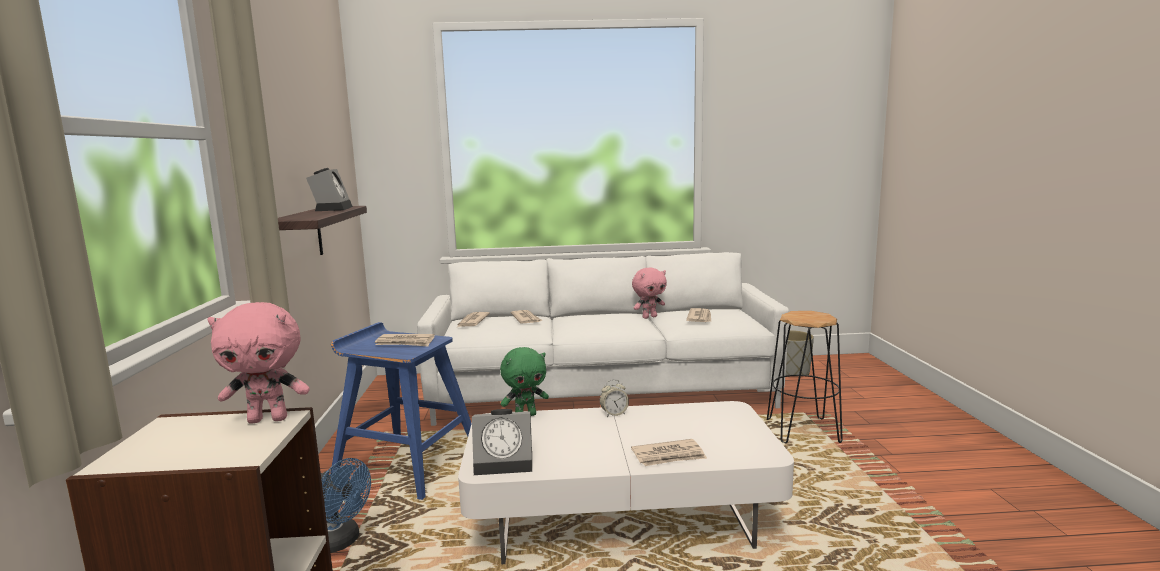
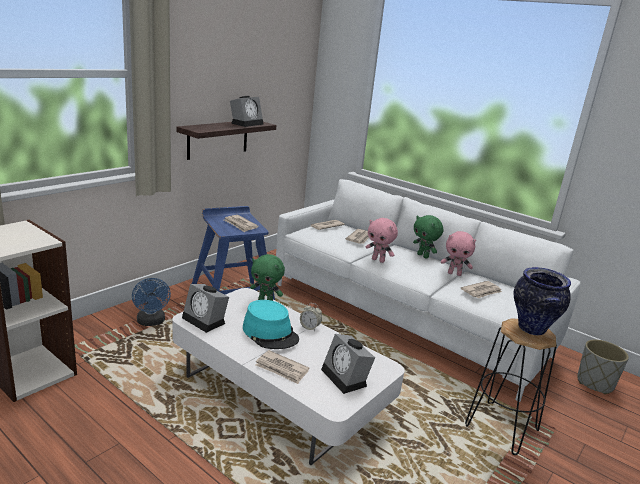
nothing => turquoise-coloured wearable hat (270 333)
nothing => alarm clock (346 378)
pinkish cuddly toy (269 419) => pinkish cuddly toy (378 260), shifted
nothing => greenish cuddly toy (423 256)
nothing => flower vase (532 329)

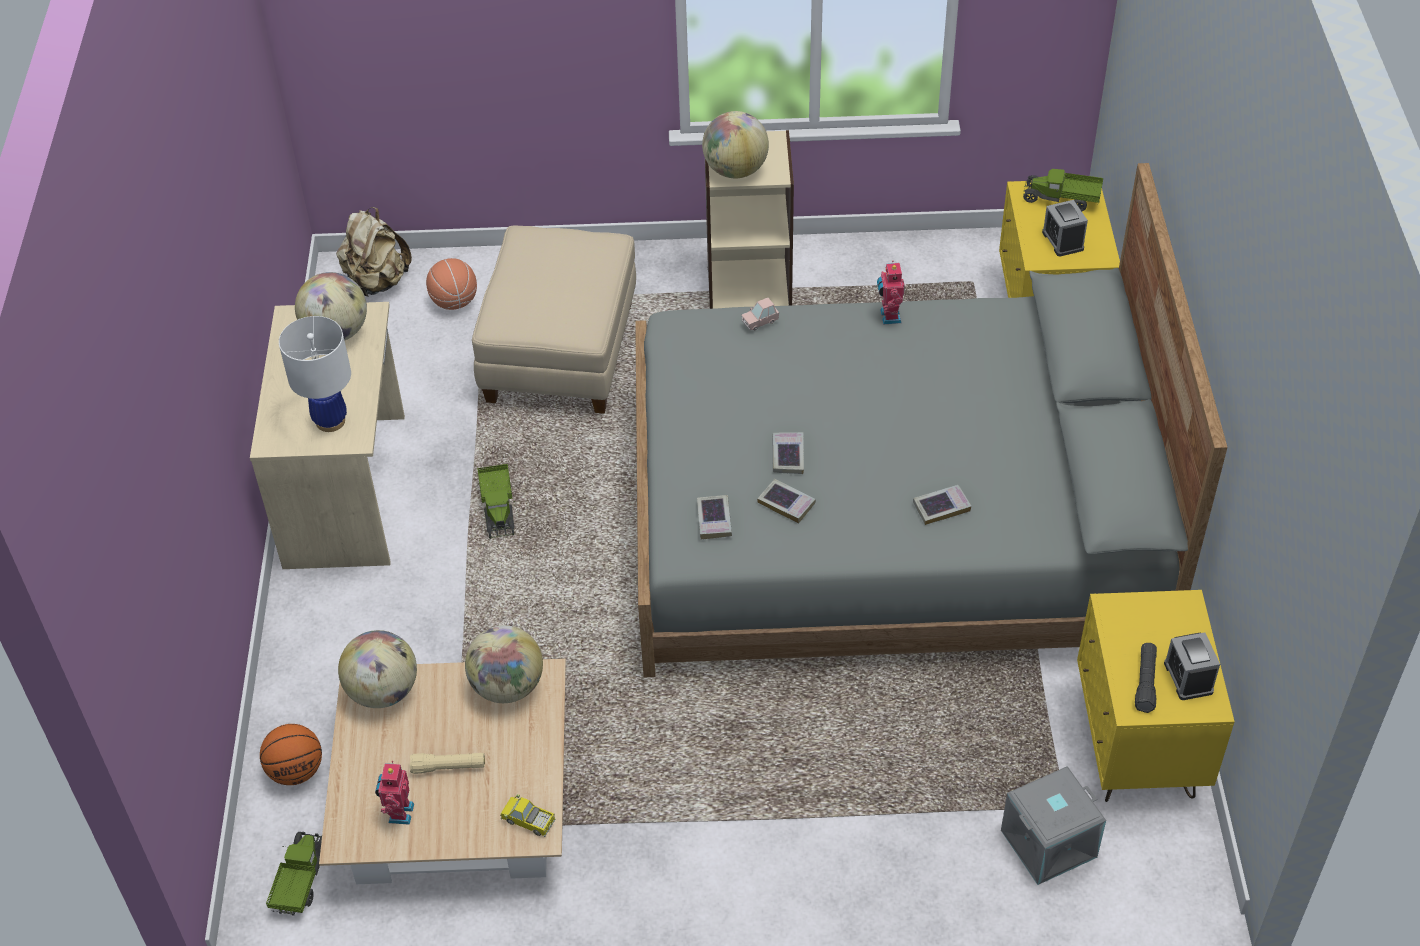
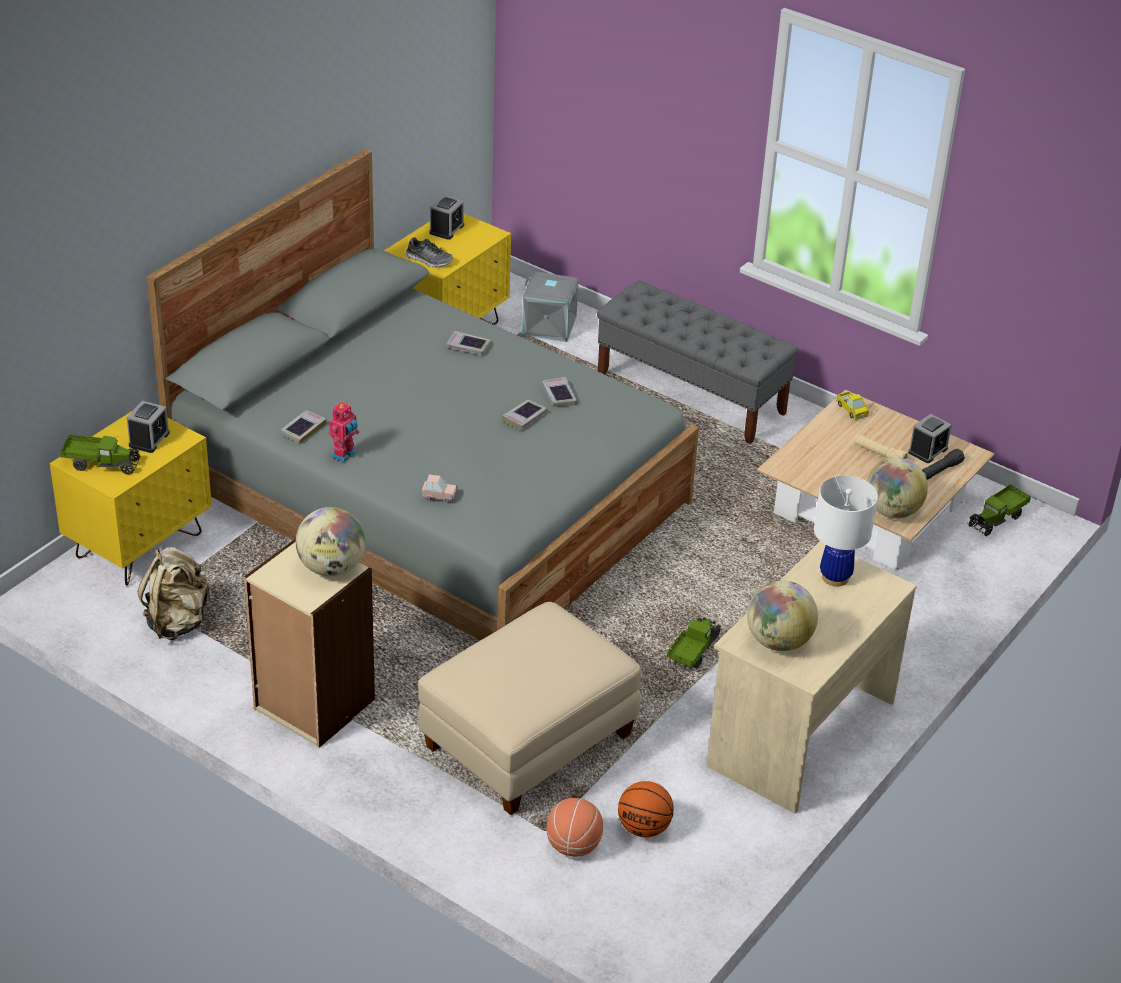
toy truck (1061 200) => toy truck (101 464), 45 degrees counterclockwise
beige rucksack (377 281) => beige rucksack (177 622), shifted
book (714 520) => book (303 429), shifted
nothing => low shoe (429 260)
nothing => gray long seat (691 394)
basketball (296 771) => basketball (644 828), shifted
toy robot (399 813) => alarm clock (928 450)
blackish flashlight (1145 682) => blackish flashlight (940 471), shifted
world globe (507 687) => nothing

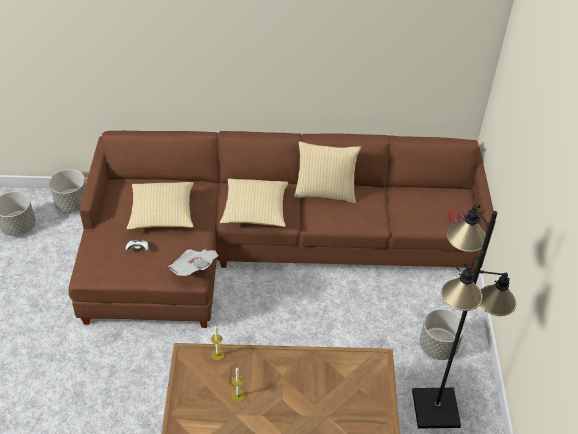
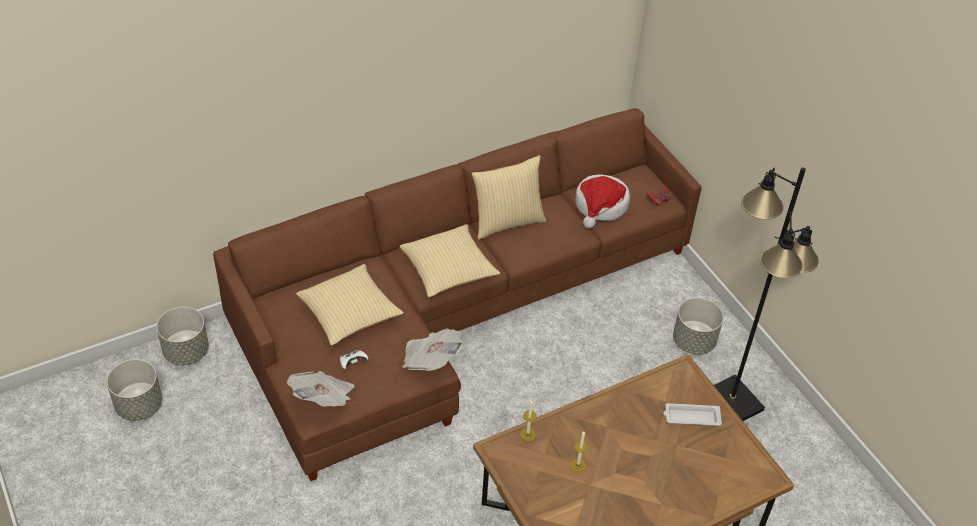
nothing => newspaper (323 398)
nothing => wearable hat (600 206)
nothing => white-coloured carrying tray (691 417)

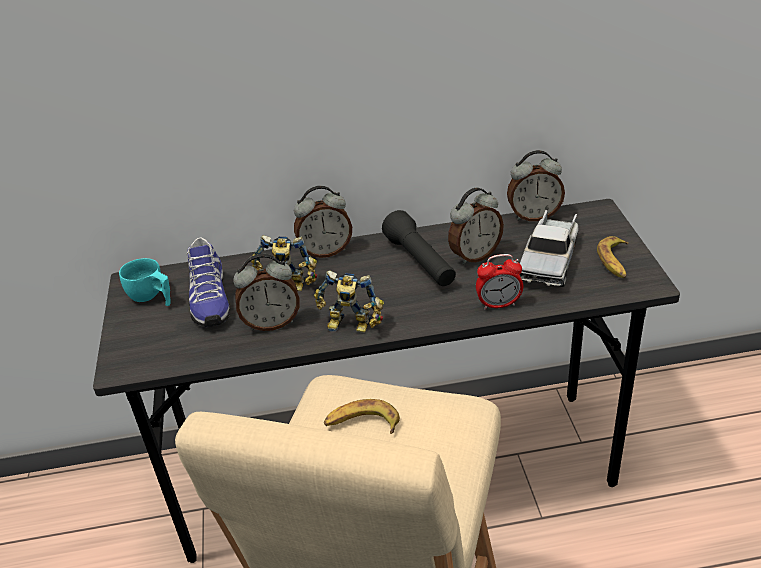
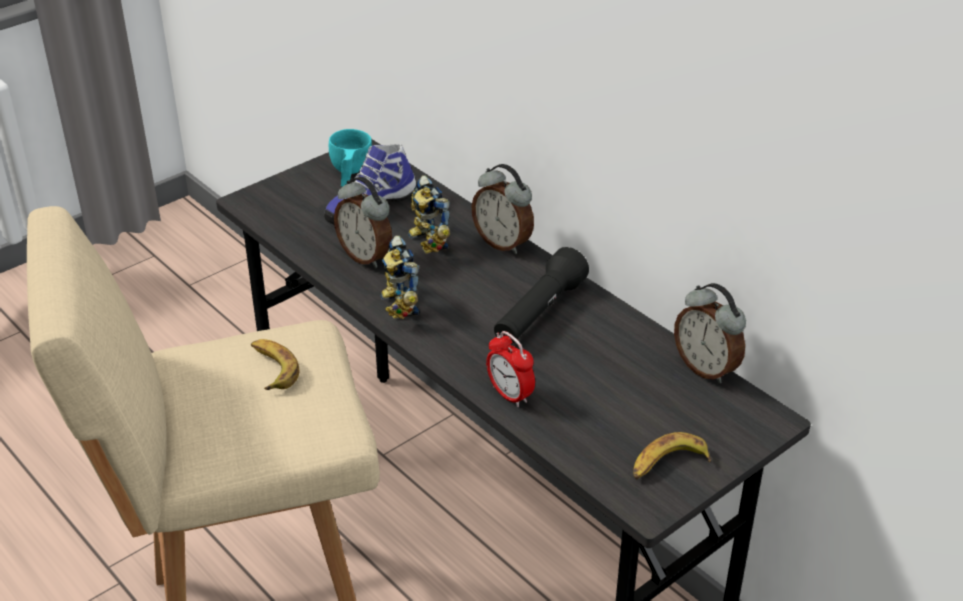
alarm clock (474 255) => nothing
toy truck (549 260) => nothing

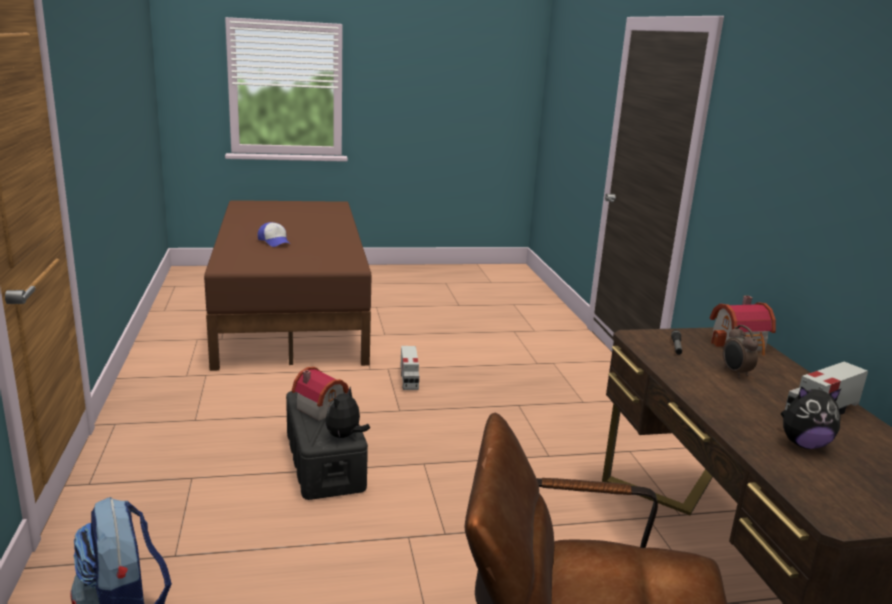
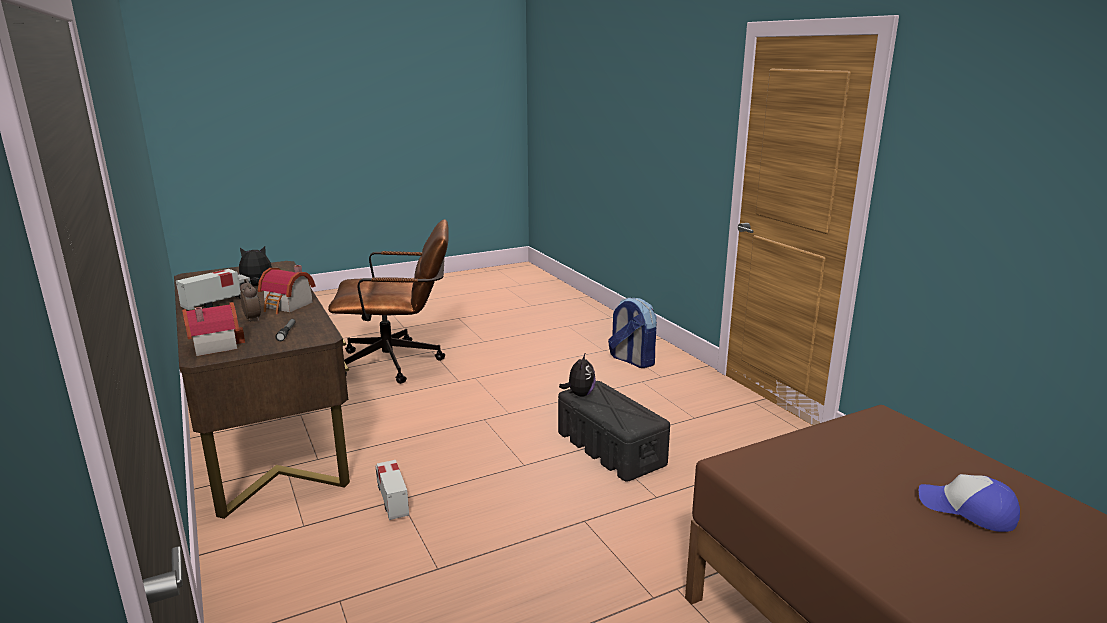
toy house (322 407) => toy house (288 306), shifted
toy truck (409 380) => toy truck (392 500), shifted

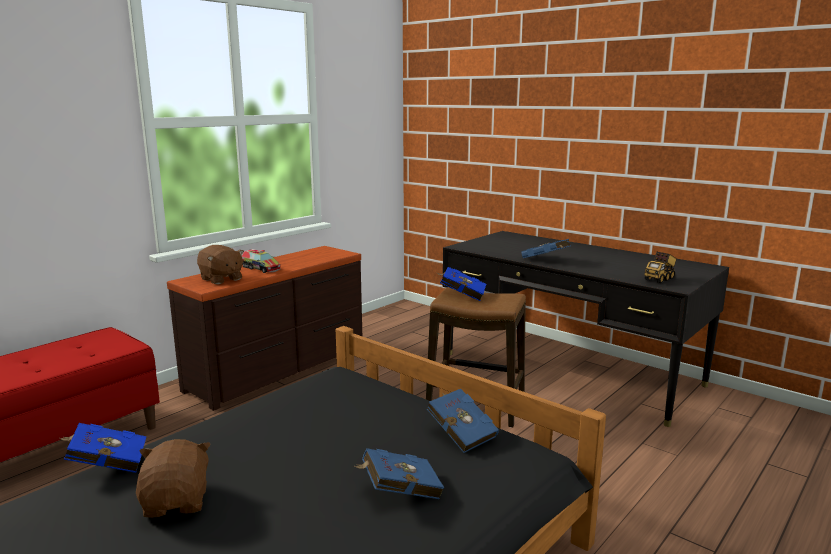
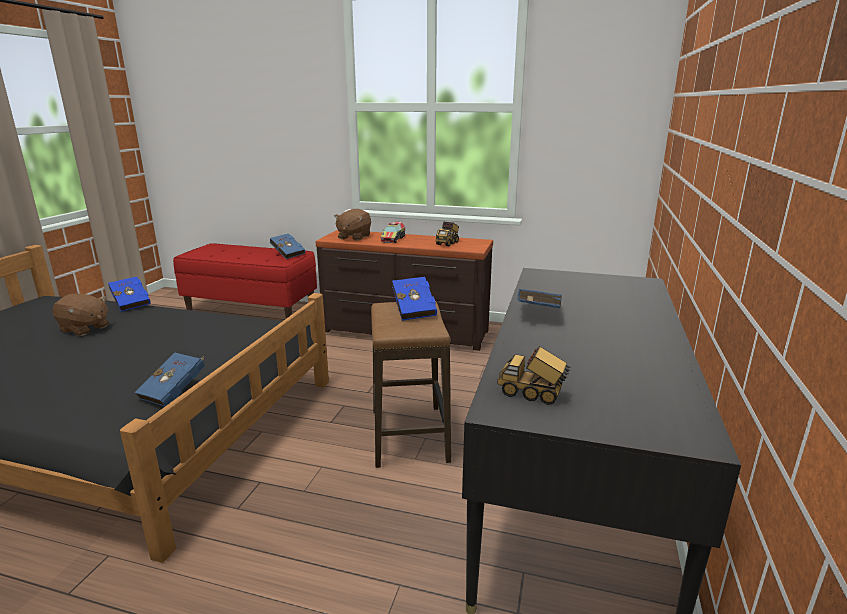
brown cuddly toy (177 502) => brown cuddly toy (84 329), 60 degrees clockwise
bluish book (398 491) => bluish book (287 254), shifted
nothing => toy truck (447 243)

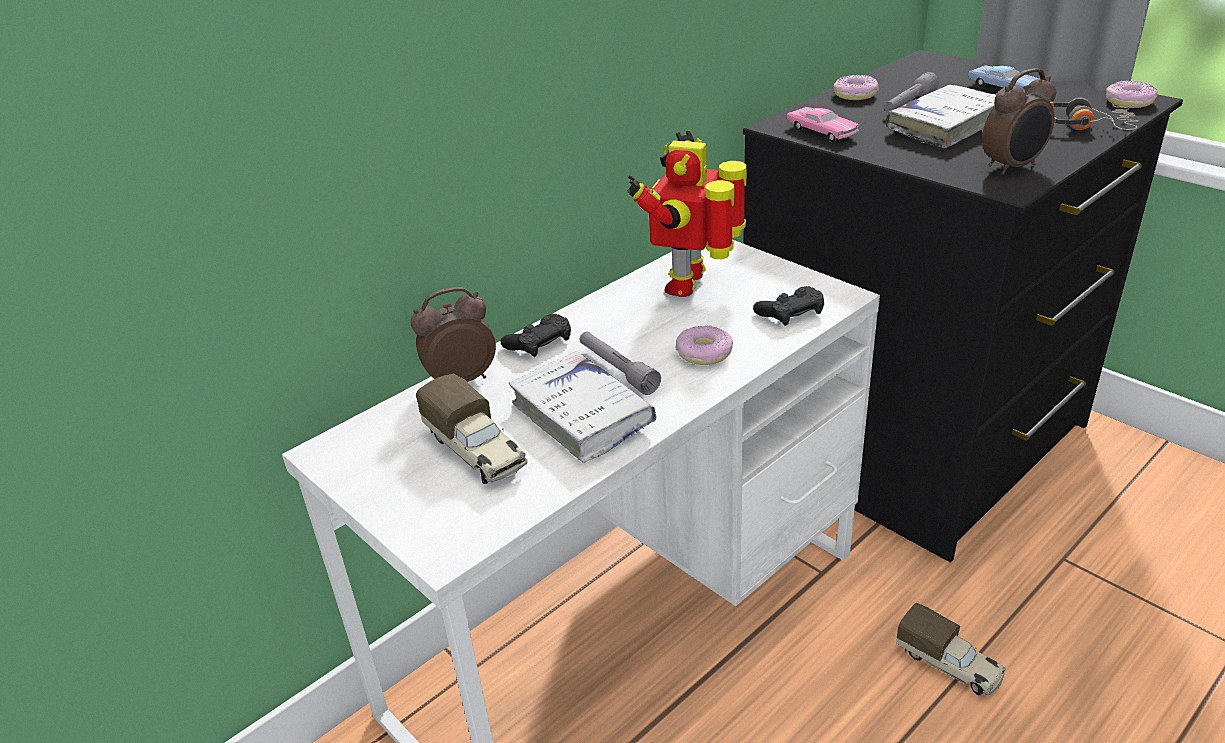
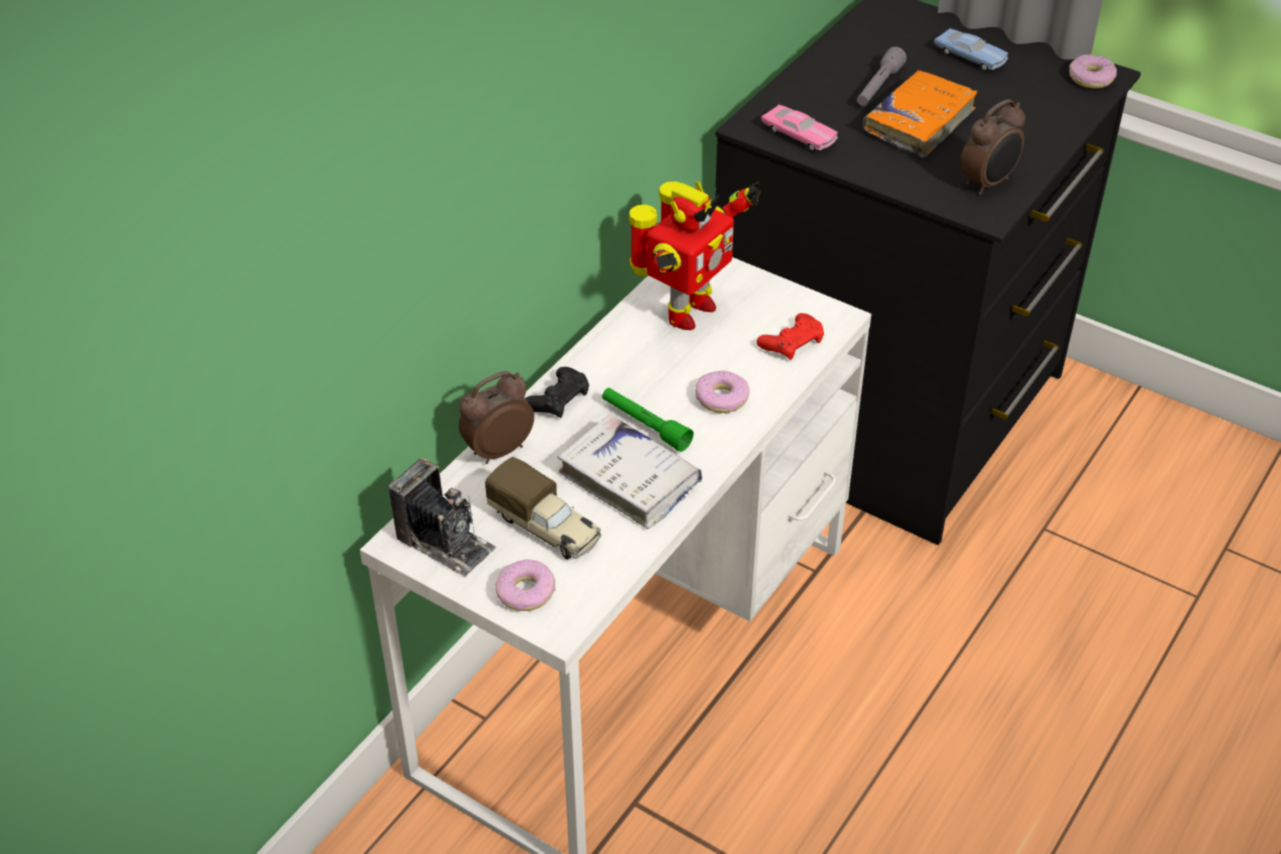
nothing => still camera (445 542)
donut (855 95) => donut (526 592), shifted
gray flashlight (617 370) => greenish flashlight (645 425)
toy robot (691 283) => toy robot (685 312), 150 degrees counterclockwise
blackish joypad (790 312) => red-coloured joypad (792 342)
white-coloured book (945 126) => orange-coloured book (919 122)
toy truck (949 665) => nothing
headset (1084 126) => nothing

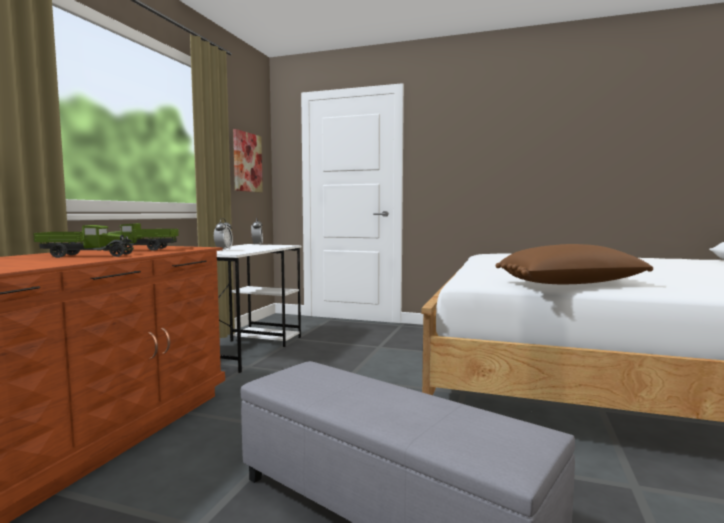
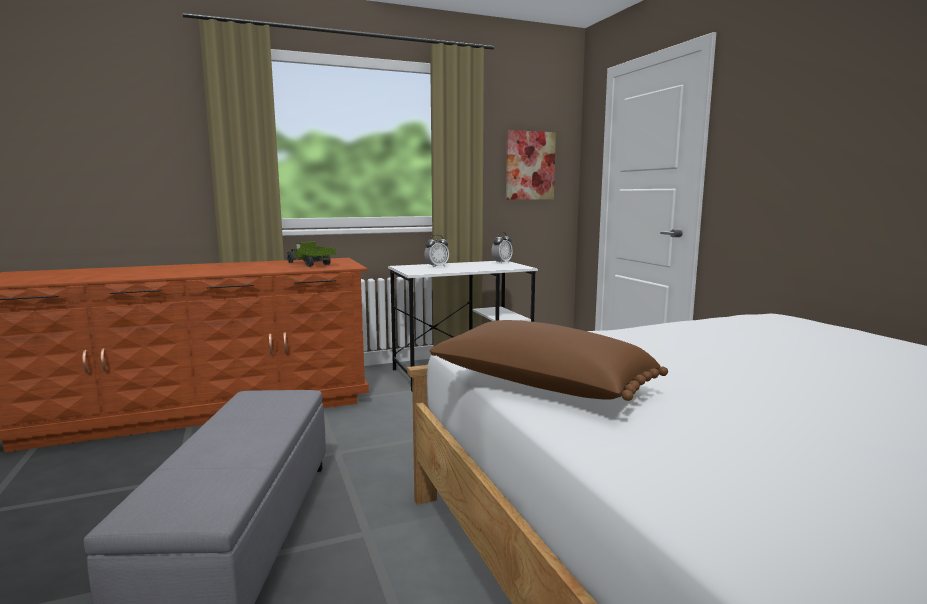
toy truck (86 255) => nothing

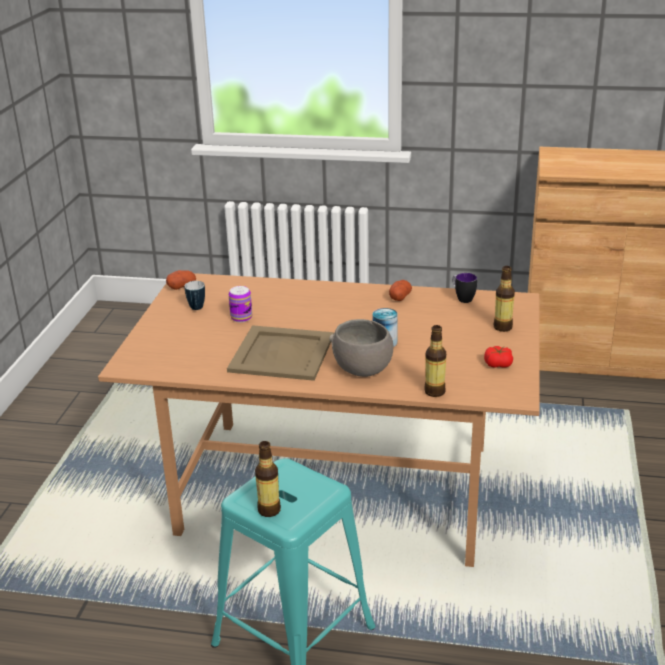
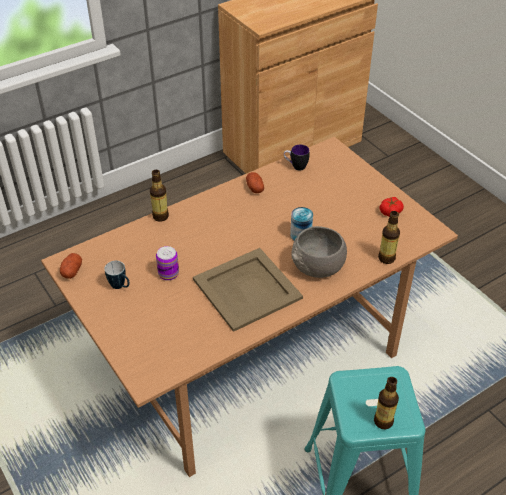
beverage bottle (502 327) => beverage bottle (160 216), shifted

